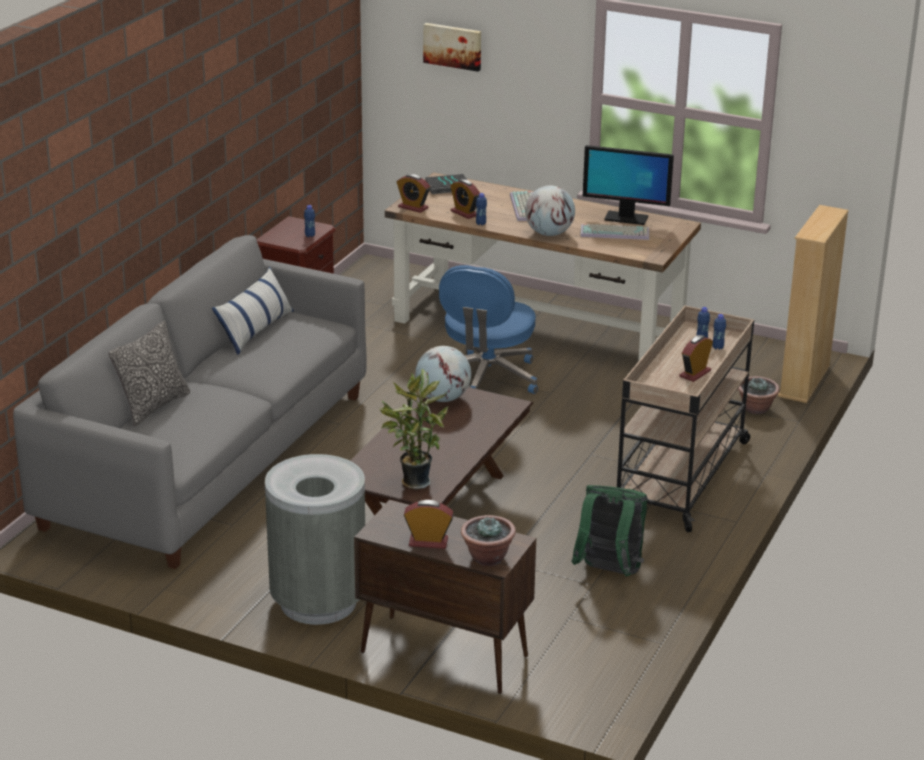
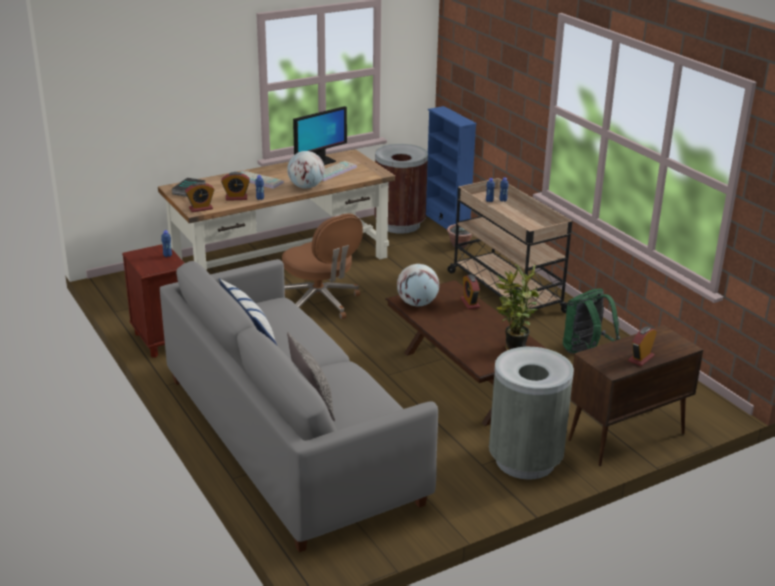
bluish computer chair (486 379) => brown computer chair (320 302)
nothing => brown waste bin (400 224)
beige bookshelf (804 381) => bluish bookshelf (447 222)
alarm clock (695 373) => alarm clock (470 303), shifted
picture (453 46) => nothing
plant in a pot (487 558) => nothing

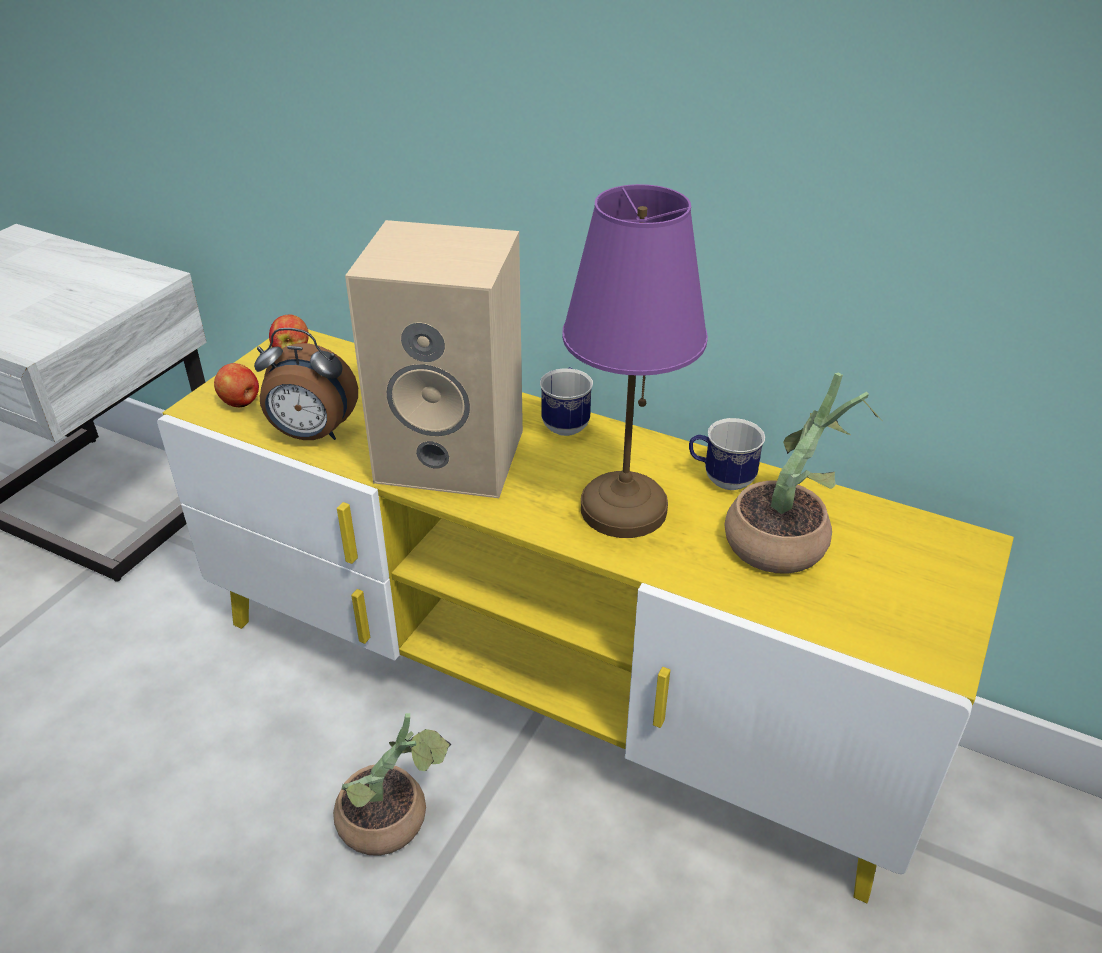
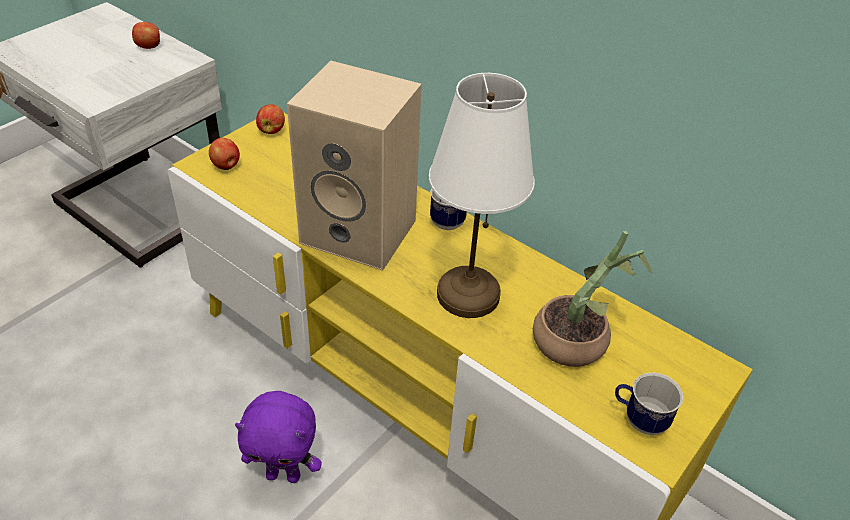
nothing => apple fruit (149 47)
plant in a pot (394 821) => purple-coloured cuddly toy (284 474)
purple-coloured tabletop lamp (623 510) => white-coloured tabletop lamp (467 295)
coffee mug (721 479) => coffee mug (639 420), shifted
alarm clock (312 435) => nothing

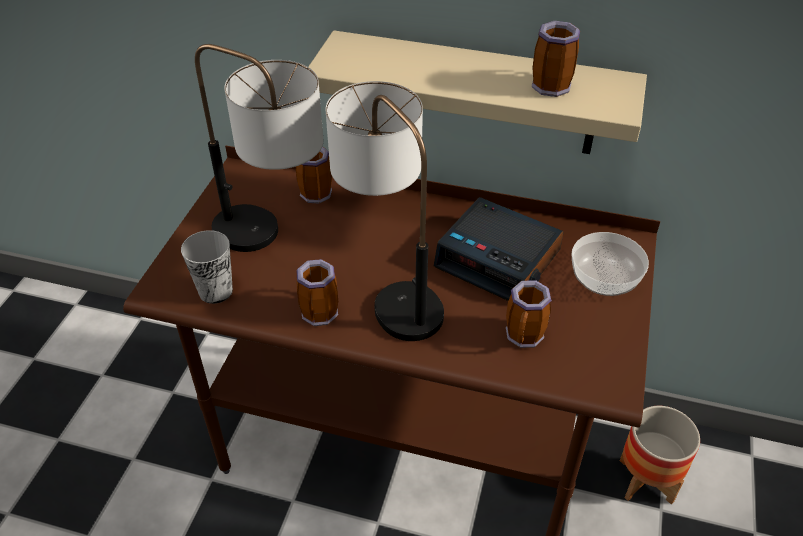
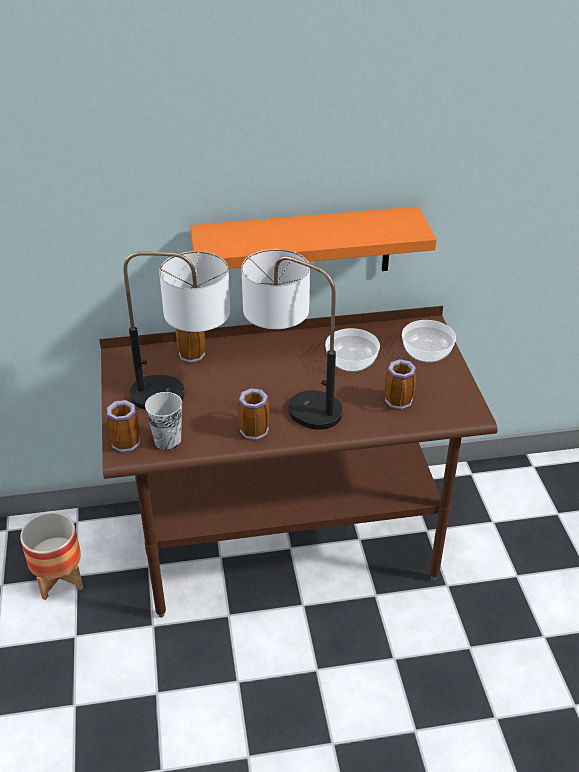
flower pot (646 480) => flower pot (59 579), shifted
coffee mug (551 84) => coffee mug (125 441), shifted
beige bracket shelf (480 94) => orange-coloured bracket shelf (305 246)
alarm clock (499 259) => deep dish (352 361)

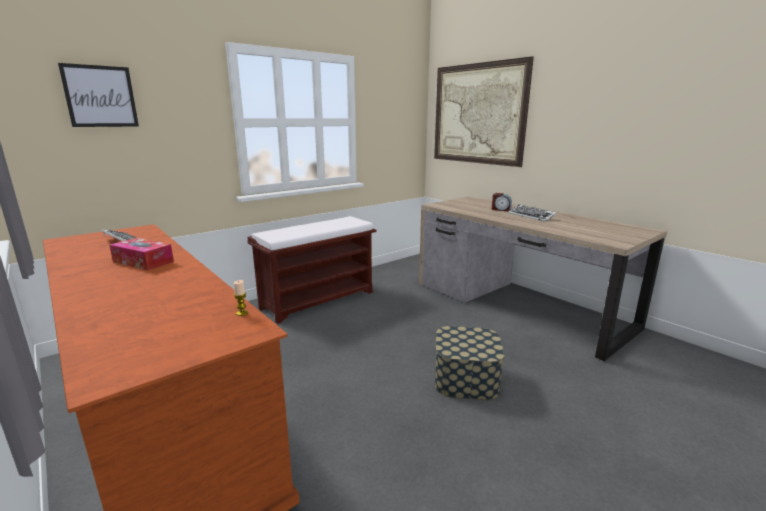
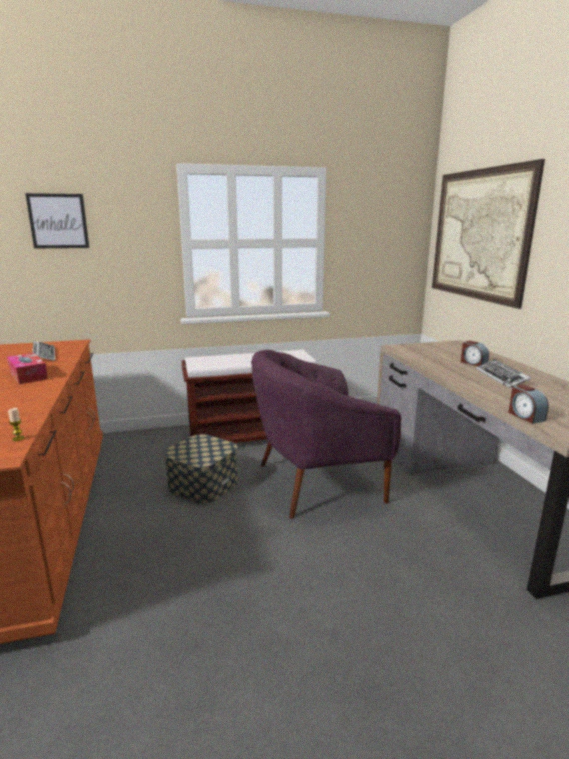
storage box (466 379) => storage box (203 484), shifted
nothing => purple-coloured lounge chair (318 481)
nothing => alarm clock (525 416)

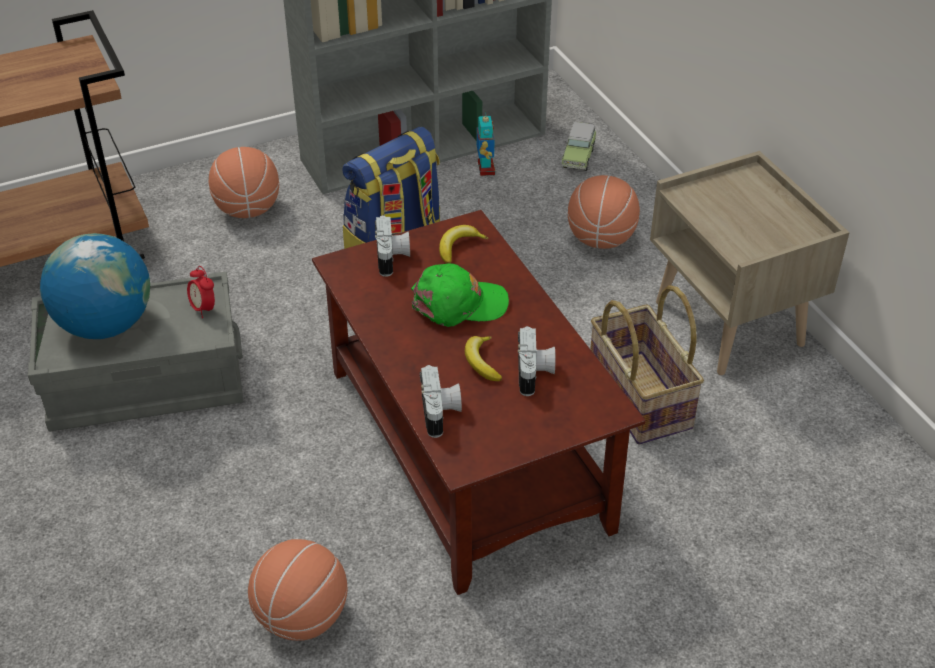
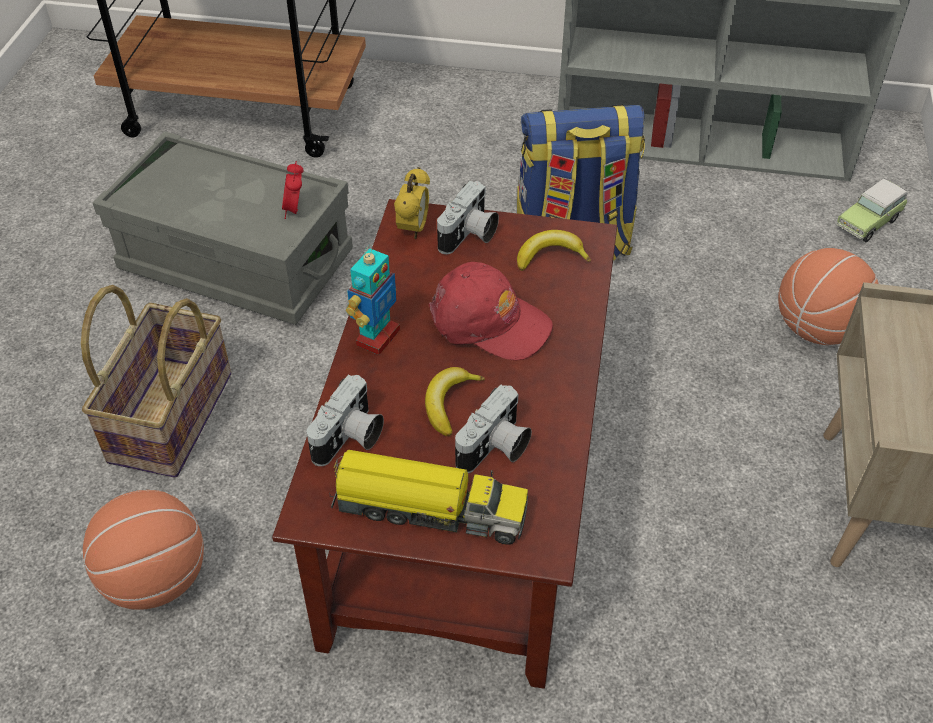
storage basket (637 398) => storage basket (169 416), shifted
nothing => toy truck (428 508)
toy robot (485 169) => toy robot (377 337), shifted
nothing => alarm clock (413 229)
greenish cap (459 304) => red-coloured cap (489 322)
world globe (105 325) => nothing
basketball (248 209) => nothing

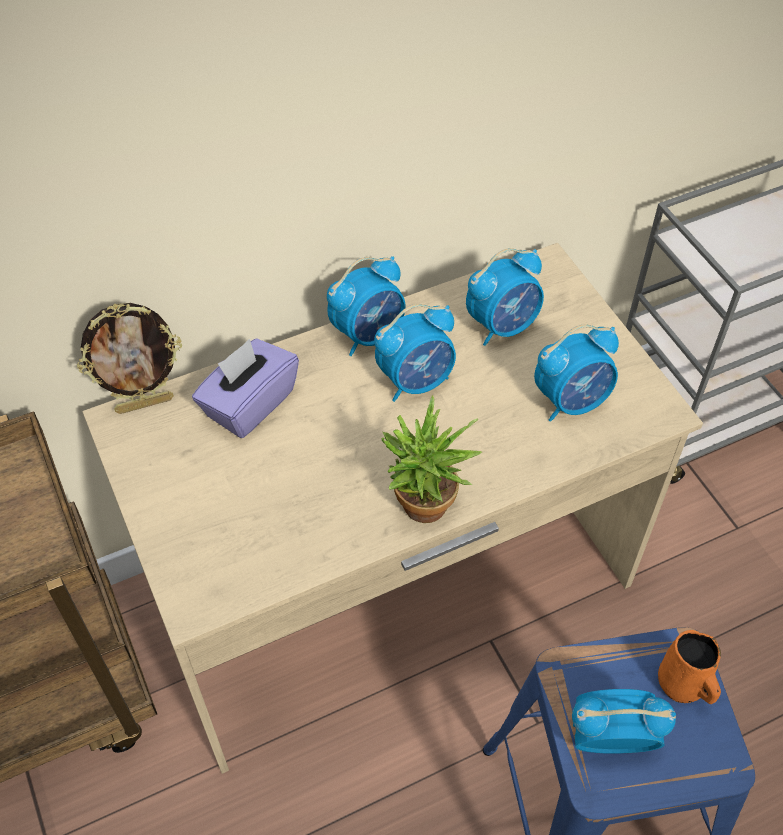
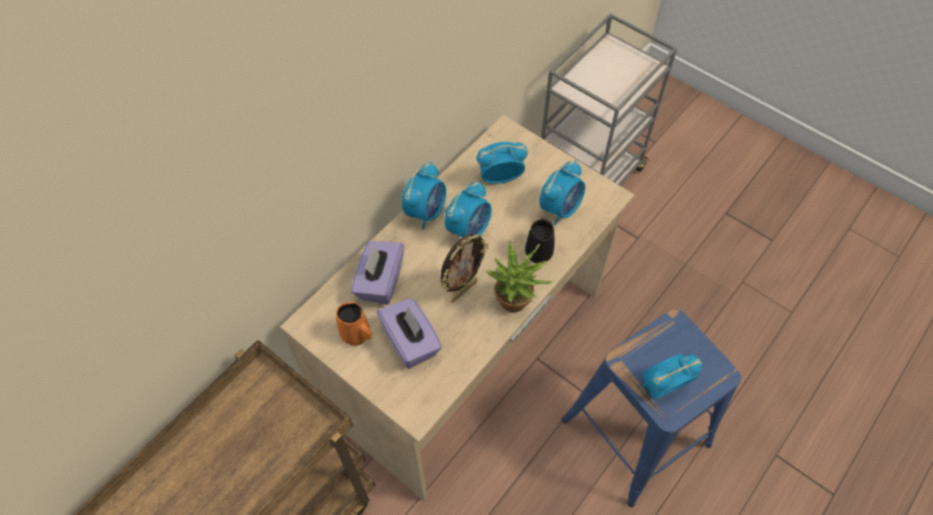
orange-coloured coffee mug (682 685) => orange-coloured coffee mug (357 335), shifted
nothing => purple-coloured tissue holder (411 342)
picture frame (145 403) => picture frame (463 290), shifted
alarm clock (503 325) => alarm clock (499 177), 135 degrees counterclockwise
nothing => blackish coffee mug (539 252)

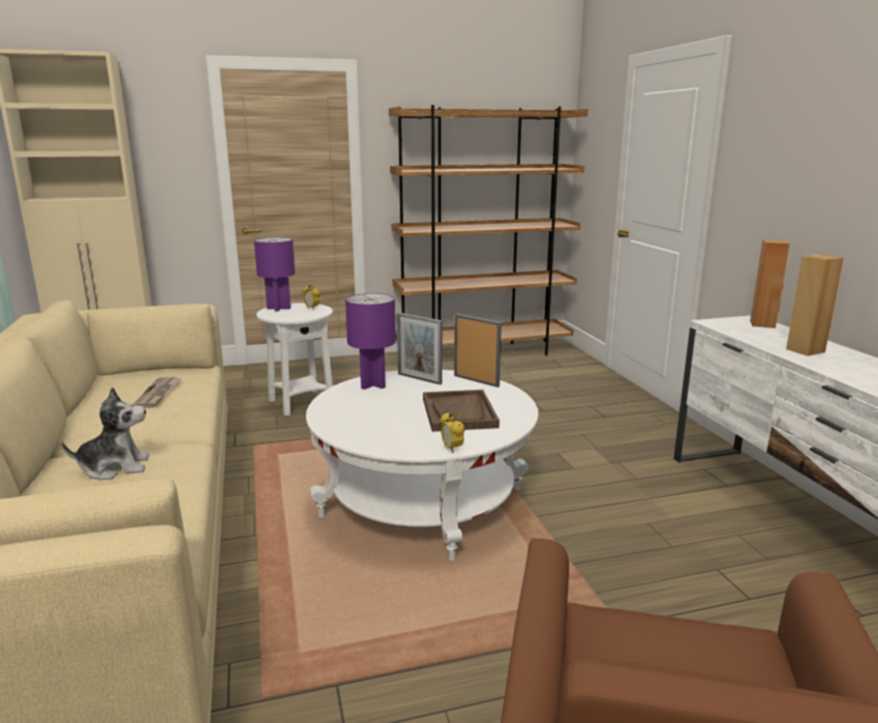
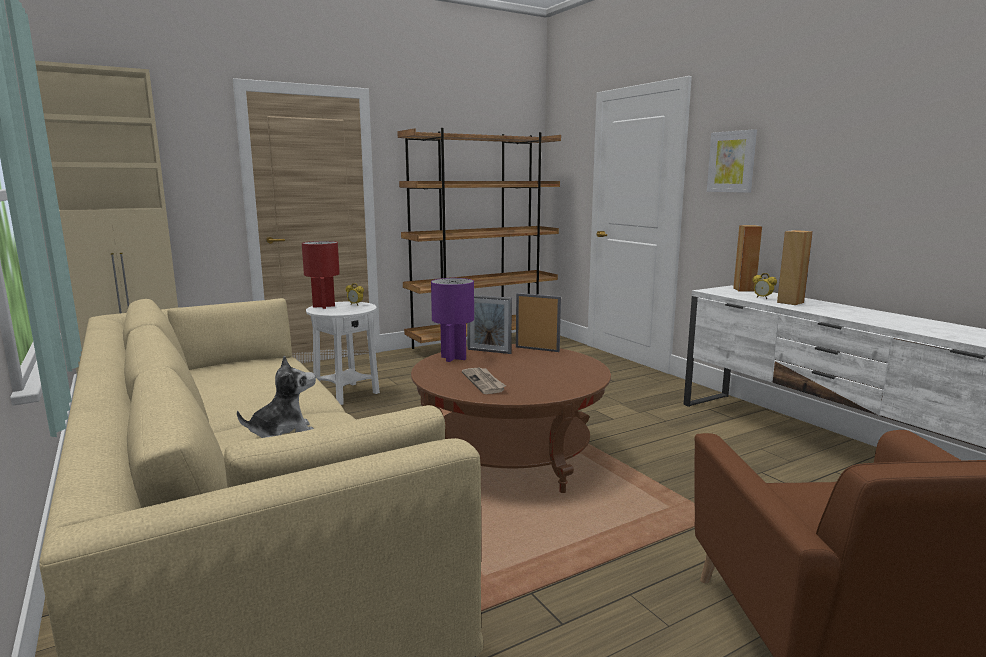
purple-coloured tabletop lamp (279 308) => red-coloured tabletop lamp (324 306)
white-coloured coffee table (423 502) => brown coffee table (509 455)
newspaper (158 394) => newspaper (484 382), shifted
nothing => picture (732 162)
alarm clock (452 449) => alarm clock (762 298), shifted
brown carrying tray (459 413) => nothing

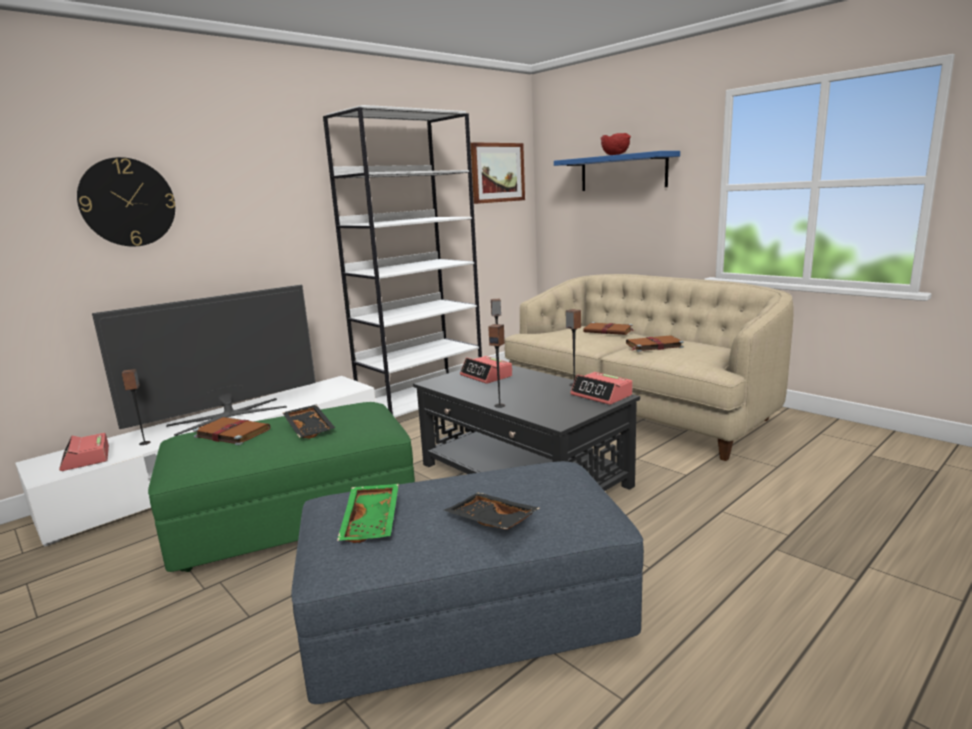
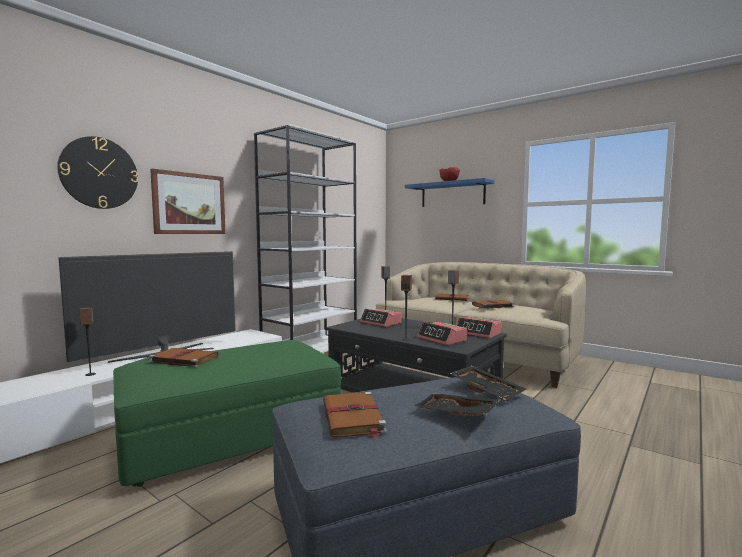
picture (497 172) => picture (189 203), shifted
greenish carrying tray (373 521) => brown book (352 417)
alarm clock (86 458) => alarm clock (442 339), shifted
blackish carrying tray (310 428) => blackish carrying tray (487 390), shifted

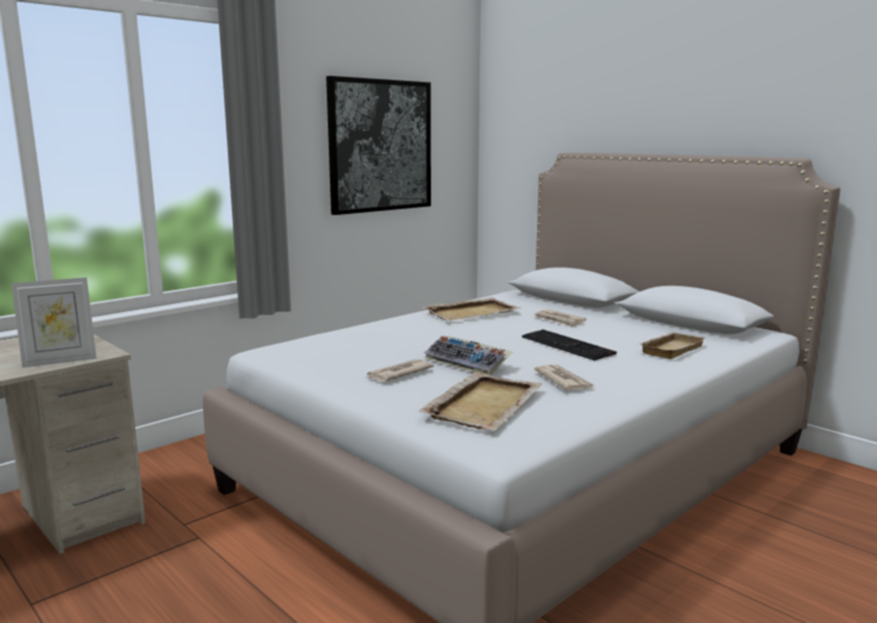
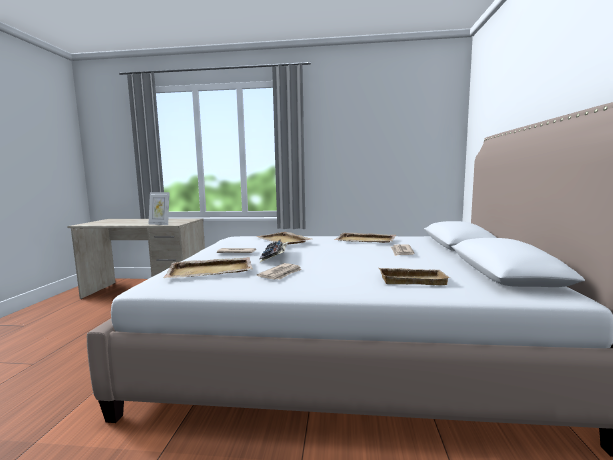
nothing => beige carrying tray (283 240)
picture (380 146) => nothing
PC keyboard (569 345) => nothing

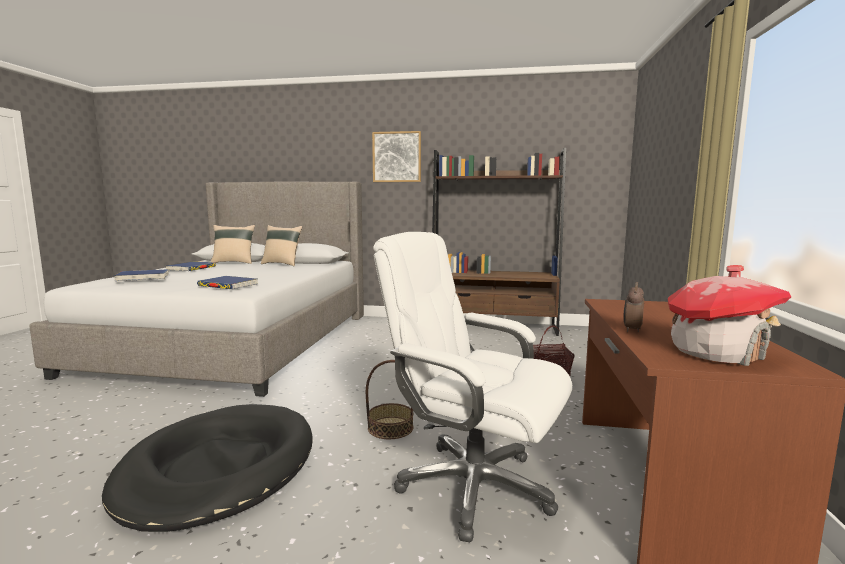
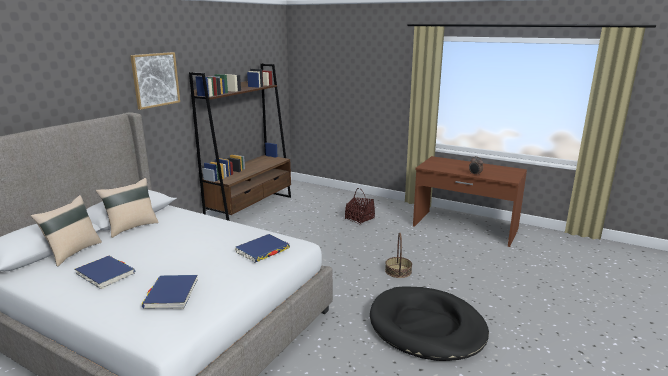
white-coloured computer chair (472 486) => nothing
toy house (717 352) => nothing

